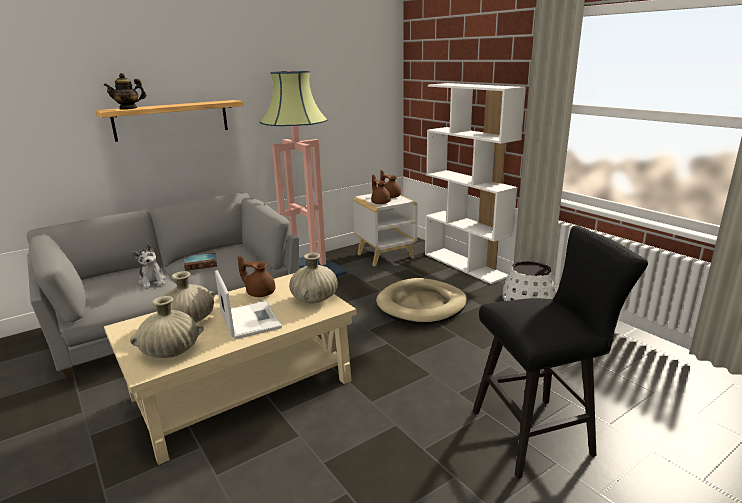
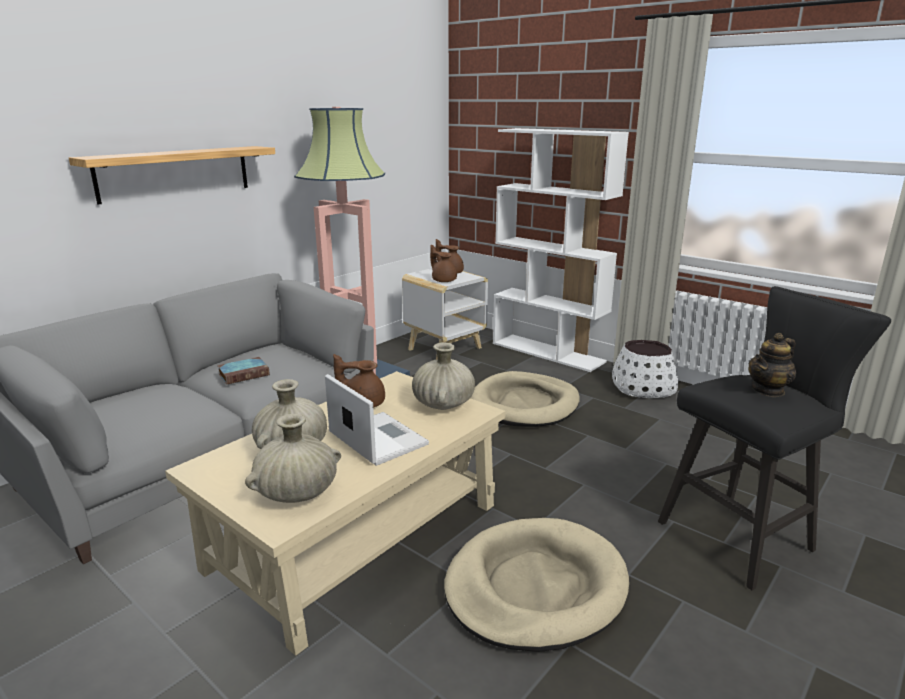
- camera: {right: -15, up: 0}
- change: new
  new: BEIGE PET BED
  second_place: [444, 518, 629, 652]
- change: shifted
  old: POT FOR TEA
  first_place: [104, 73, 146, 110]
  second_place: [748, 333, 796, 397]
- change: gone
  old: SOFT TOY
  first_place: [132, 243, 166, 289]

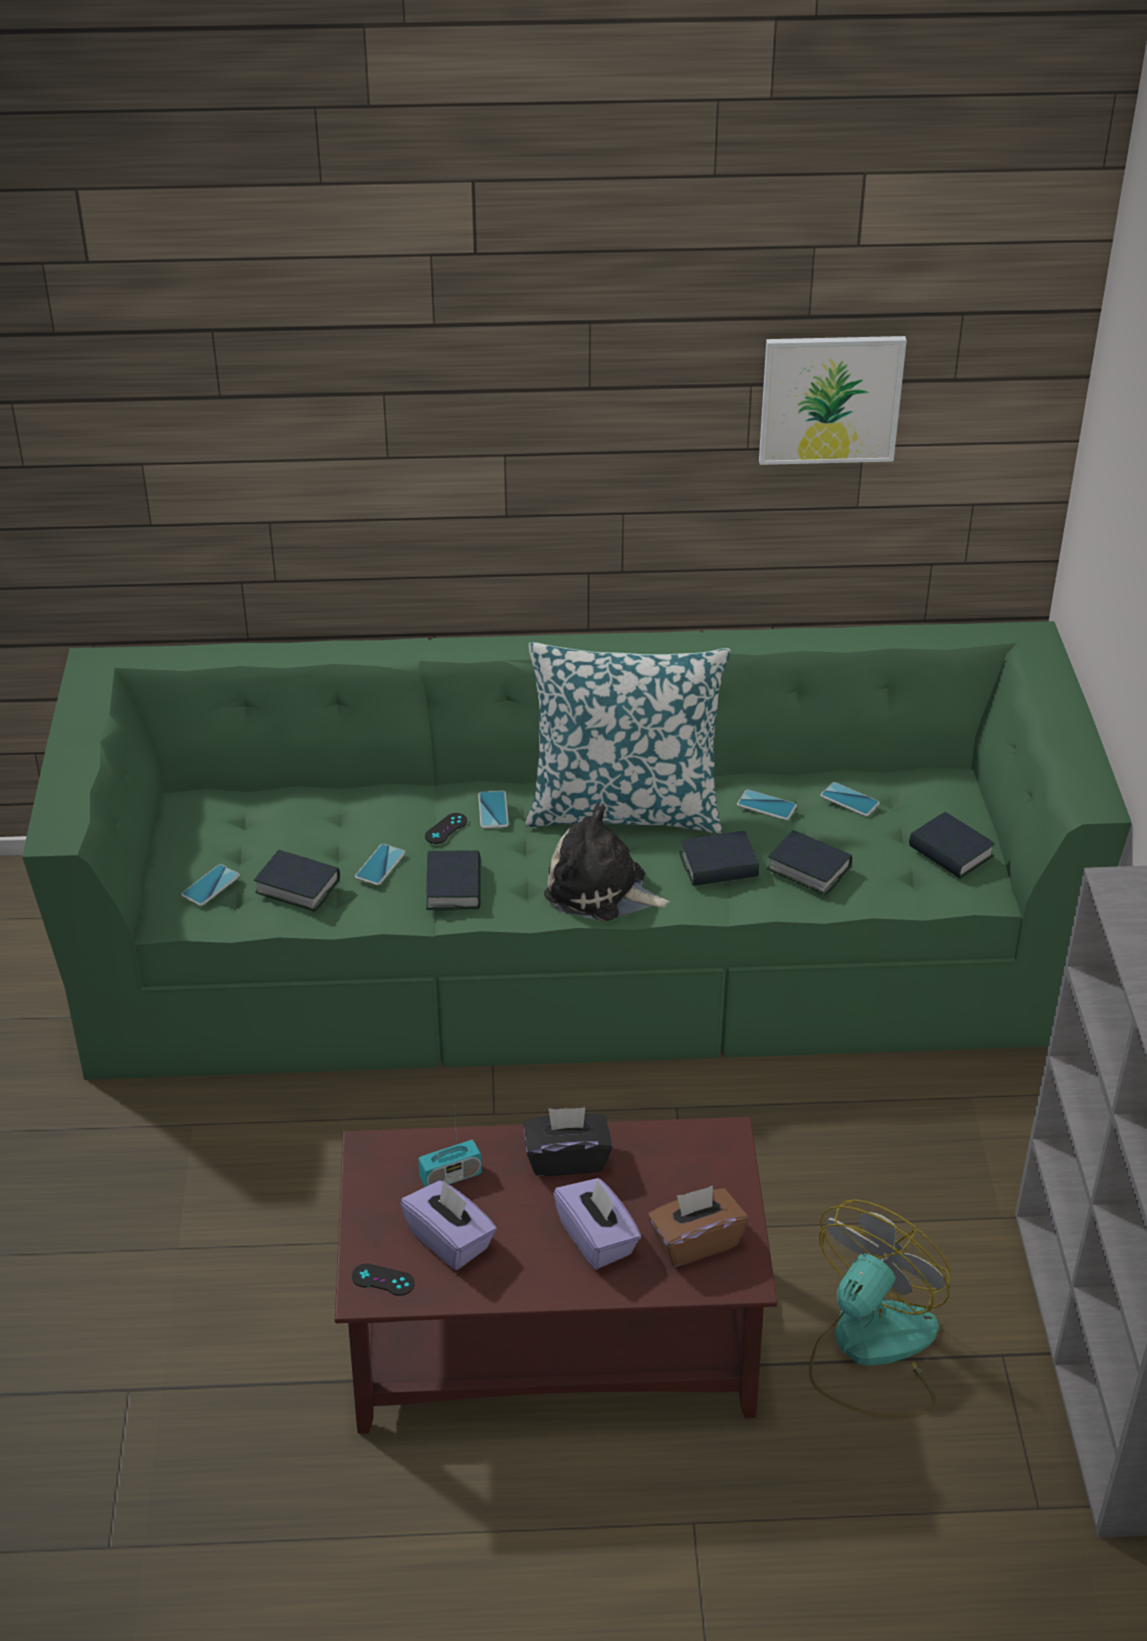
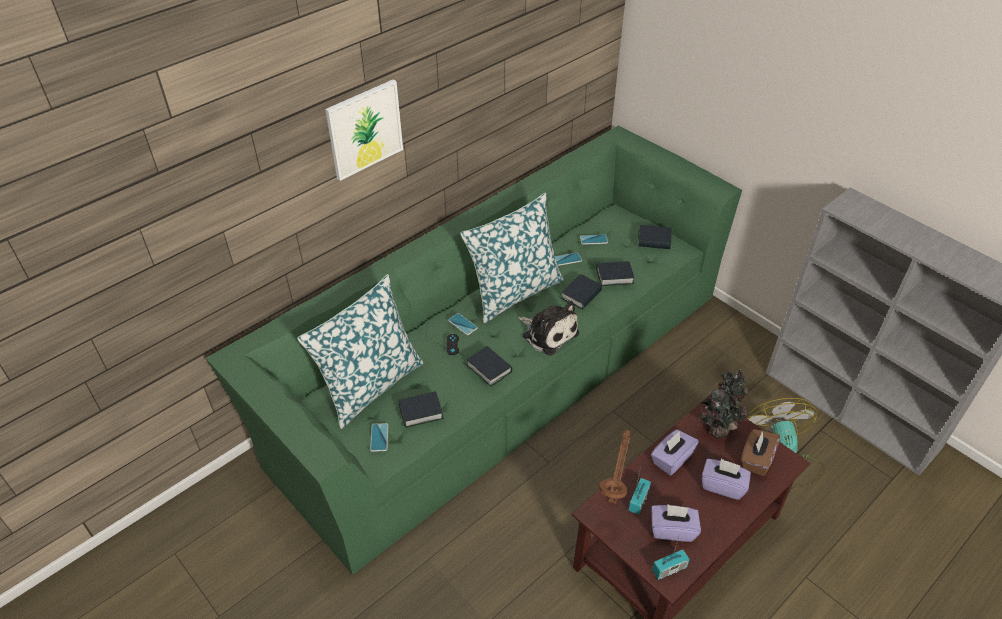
- camera: {right: -40, up: 5}
- change: new
  new: CUSHION
  second_place: [297, 274, 424, 429]
- change: shifted
  old: WALL ART
  first_place: [759, 336, 907, 465]
  second_place: [325, 79, 403, 181]
- change: rotated
  old: SOFT TOY
  first_place: [544, 803, 670, 921]
  second_place: [518, 301, 579, 356]
  degrees: -120
- change: new
  new: BROWN-COLOURED LAMP FOR A TABLE
  second_place: [599, 430, 632, 504]
- change: repainted
  old: BLACKISH TISSUE BOX
  new: PURPLE TISSUE BOX
  first_place: [524, 1107, 613, 1177]
  second_place: [651, 430, 699, 475]
- change: swapped
  old: BLACKISH GAME CONTROLLER
  new: RADIO RECEIVER
  first_place: [352, 1263, 415, 1296]
  second_place: [652, 537, 690, 580]
- change: new
  new: POTTED PLANT
  second_place: [699, 369, 750, 438]
- change: gone
  old: PHONE
  first_place: [355, 844, 406, 886]

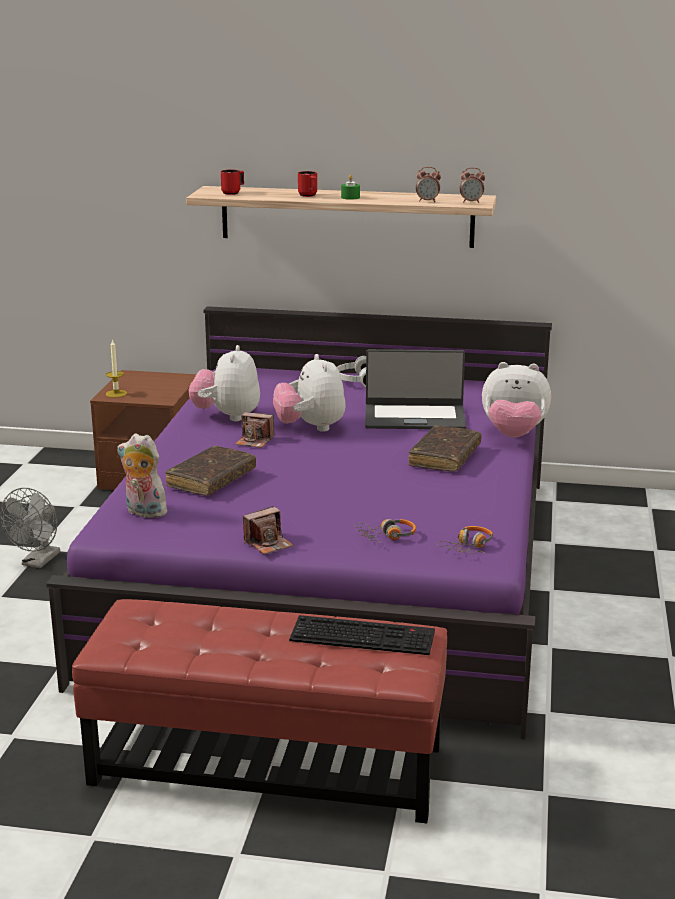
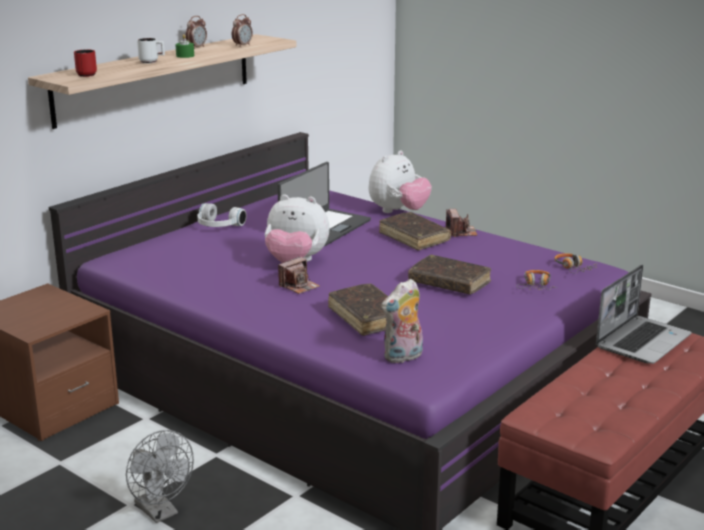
- camera: {right: -60, up: 0}
- change: repainted
  old: RED TEA MUG
  new: WHITE TEA MUG
  first_place: [298, 171, 317, 197]
  second_place: [137, 38, 165, 63]
- change: shifted
  old: BEDSIDE CLOCK
  first_place: [460, 167, 485, 203]
  second_place: [186, 16, 207, 49]
- change: new
  new: BROWN-COLOURED BOOK
  second_place: [408, 255, 491, 294]
- change: shifted
  old: STILL CAMERA
  first_place: [243, 506, 293, 554]
  second_place: [446, 209, 477, 237]
- change: swapped
  old: COMPUTER KEYBOARD
  new: NOTEBOOK COMPUTER
  first_place: [289, 615, 435, 655]
  second_place: [596, 265, 692, 364]
- change: gone
  old: WAX CANDLE
  first_place: [106, 339, 127, 398]
- change: gone
  old: SOFT TOY
  first_place: [189, 345, 260, 421]

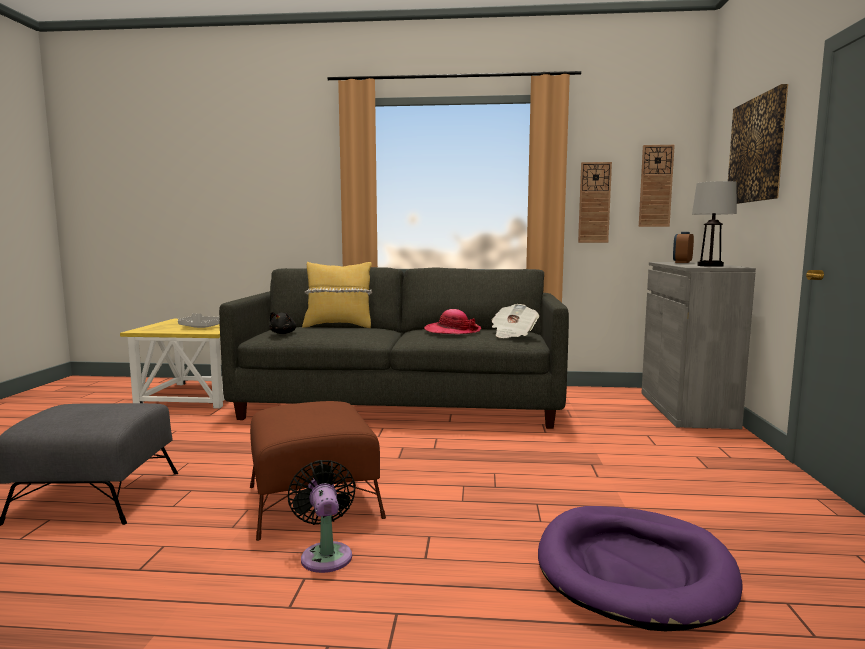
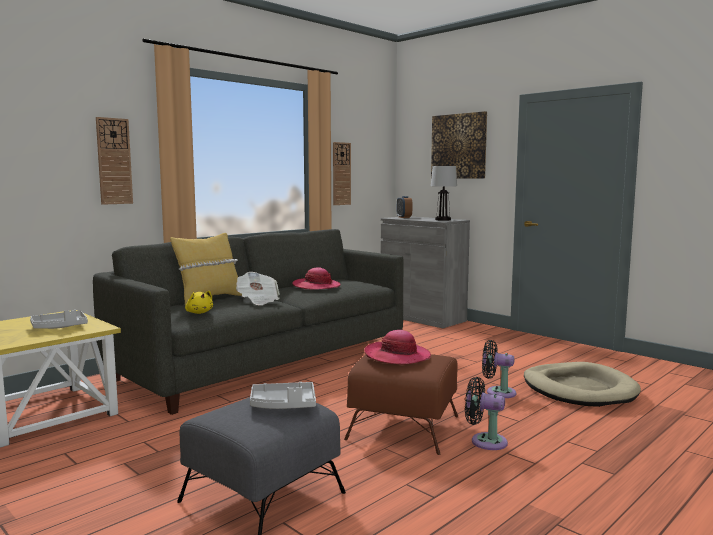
- camera: {right: -50, up: 0}
- change: shifted
  old: WALL CLOCK
  first_place: [639, 145, 675, 227]
  second_place: [96, 117, 133, 205]
- change: repainted
  old: BLACKISH SOFT TOY
  new: YELLOW-COLOURED SOFT TOY
  first_place: [269, 312, 296, 334]
  second_place: [185, 291, 213, 314]
- change: shifted
  old: DAILY PAPER
  first_place: [492, 304, 539, 338]
  second_place: [236, 272, 280, 305]
- change: new
  new: GRAY TRAY
  second_place: [250, 382, 316, 409]
- change: new
  new: CLOTHING HAT
  second_place: [364, 330, 431, 365]
- change: new
  new: BLACKISH ELECTRIC FAN
  second_place: [482, 340, 516, 398]
- change: repainted
  old: PURPLE PET BED
  new: BEIGE PET BED
  first_place: [538, 506, 743, 631]
  second_place: [524, 362, 641, 407]

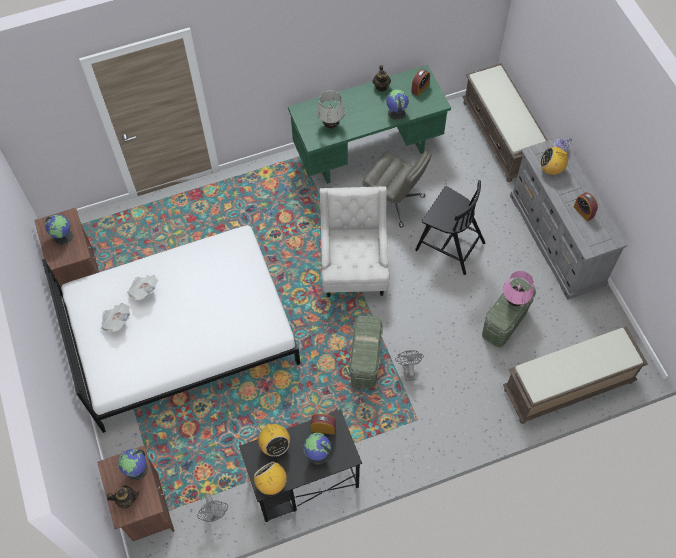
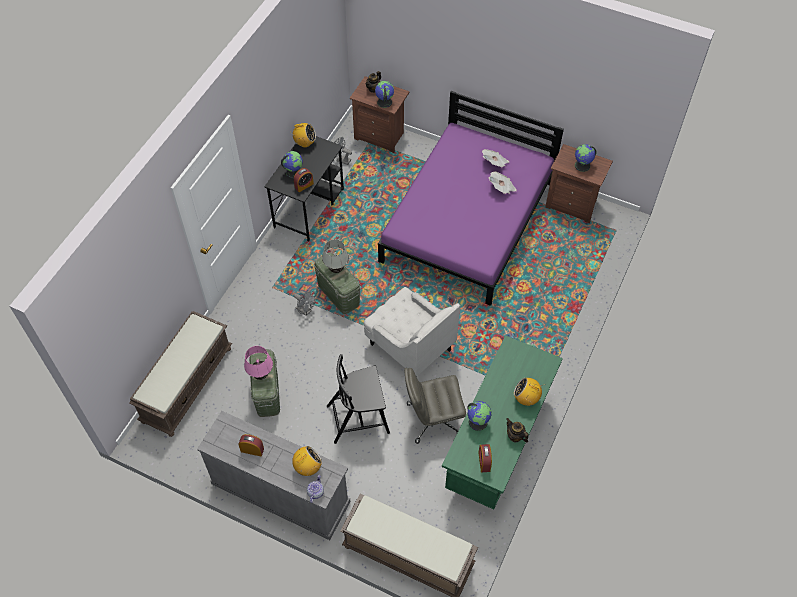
- camera: {right: 135, up: -5}
- change: shifted
  old: WHITE LAMP FOR A TABLE
  first_place: [316, 91, 345, 129]
  second_place: [322, 239, 349, 273]
- change: repainted
  old: WHITE SLEEPING BED
  new: PURPLE SLEEPING BED
  first_place: [42, 225, 300, 433]
  second_place: [378, 91, 564, 306]
- change: shifted
  old: RADIO RECEIVER
  first_place: [258, 424, 290, 457]
  second_place: [514, 378, 546, 406]

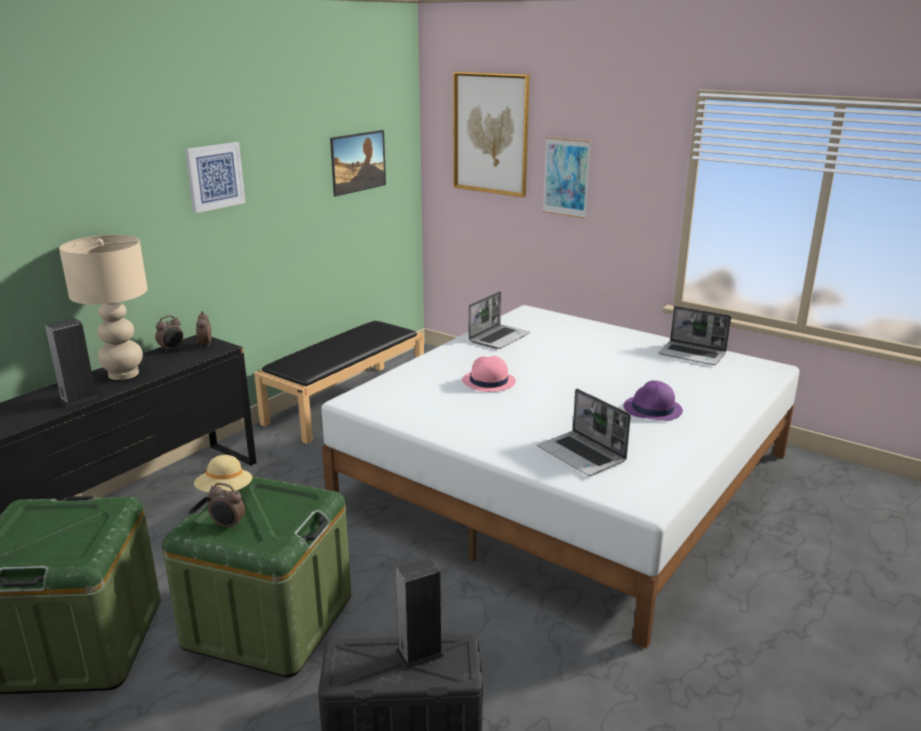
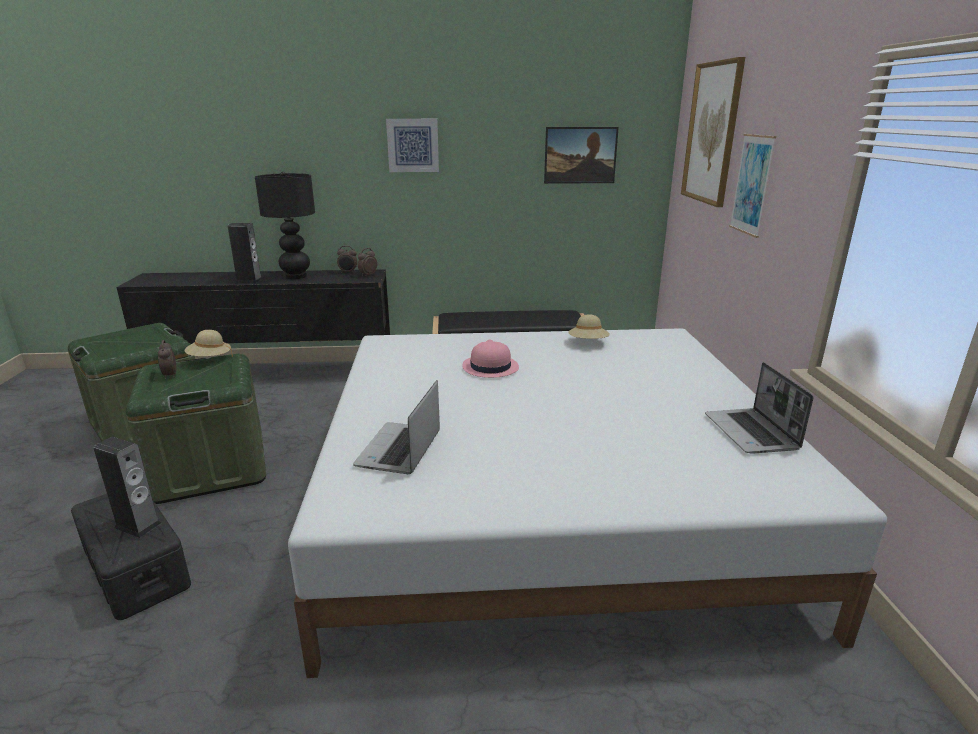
- camera: {right: 50, up: 0}
- change: repainted
  old: BEIGE LAMP FOR A TABLE
  new: BLACKISH LAMP FOR A TABLE
  first_place: [59, 235, 148, 380]
  second_place: [255, 172, 315, 279]
- change: swapped
  old: NOTEBOOK COMPUTER
  new: BEIGE CLOTHING HAT
  first_place: [468, 291, 530, 349]
  second_place: [568, 314, 610, 339]
- change: gone
  old: PURPLE CLOTHING HAT
  first_place: [623, 380, 683, 421]

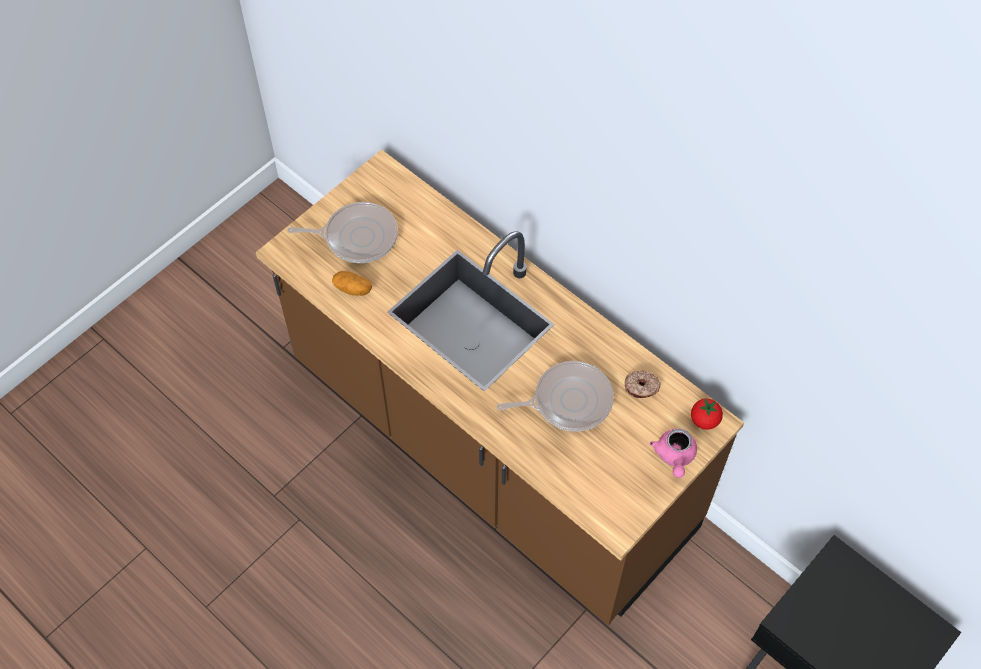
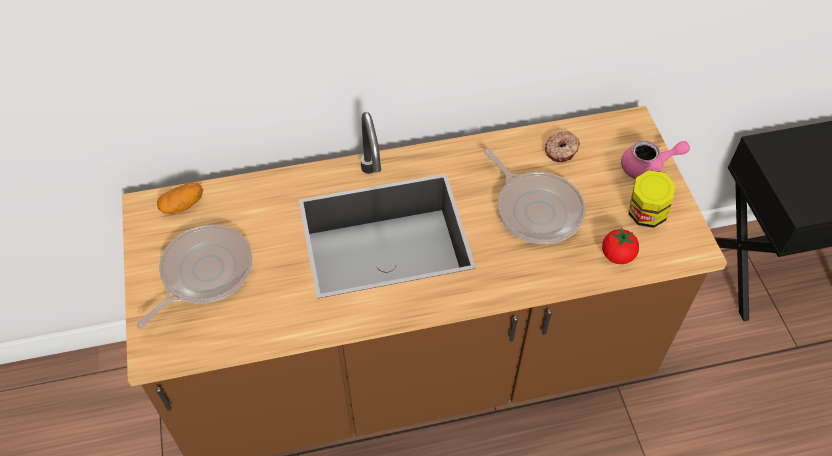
- camera: {right: -55, up: -5}
- change: shifted
  old: POTATO
  first_place: [332, 271, 372, 296]
  second_place: [157, 182, 203, 214]
- change: rotated
  old: PAN
  first_place: [497, 361, 614, 432]
  second_place: [484, 149, 586, 244]
  degrees: 120
- change: shifted
  old: WHOLE TOMATO
  first_place: [691, 398, 723, 430]
  second_place: [602, 228, 639, 264]
- change: rotated
  old: PINK-COLOURED POT FOR TEA
  first_place: [650, 428, 697, 478]
  second_place: [621, 141, 690, 179]
  degrees: -45
- change: new
  new: PRESERVE JAR
  second_place: [629, 170, 675, 228]

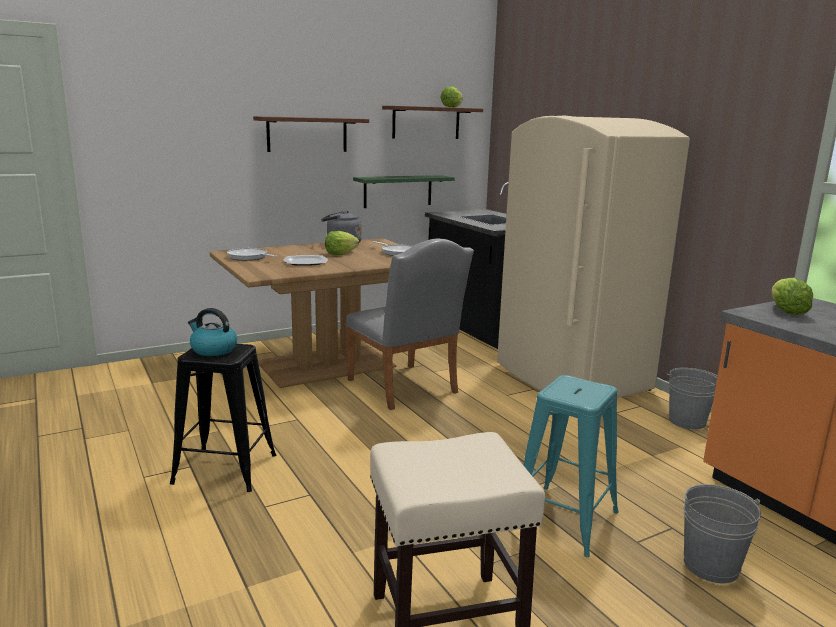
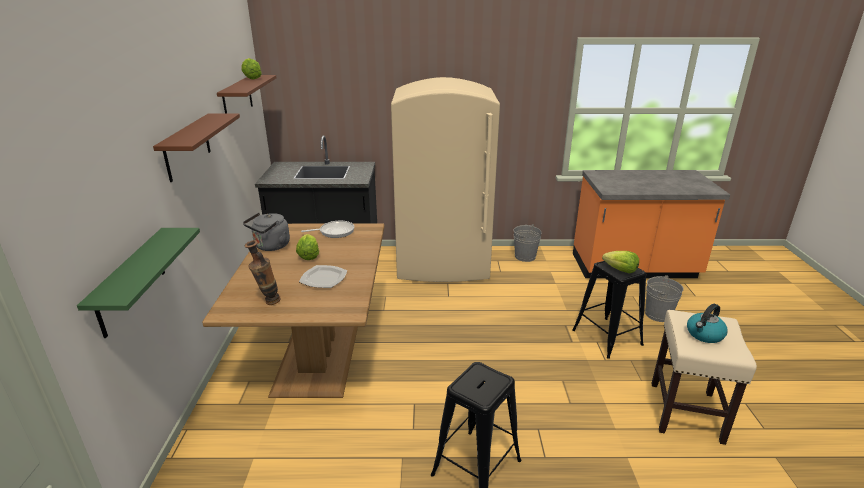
- camera: {right: -60, up: 10}
- change: shifted
  old: GREENISH WALL SHELF
  first_place: [353, 175, 455, 208]
  second_place: [77, 228, 200, 338]
- change: swapped
  old: PAN
  new: VASE
  first_place: [227, 248, 277, 261]
  second_place: [244, 240, 281, 305]
- change: repainted
  old: TURQUOISE-COLOURED STOOL
  new: BLACKISH STOOL
  first_place: [524, 375, 619, 557]
  second_place: [572, 261, 646, 359]
- change: shifted
  old: HEAD OF LETTUCE
  first_place: [772, 277, 813, 315]
  second_place: [602, 251, 639, 273]
- change: shifted
  old: KETTLE
  first_place: [188, 308, 237, 356]
  second_place: [687, 304, 728, 343]
- change: gone
  old: GRAY UPRIGHT CHAIR
  first_place: [345, 239, 474, 410]

